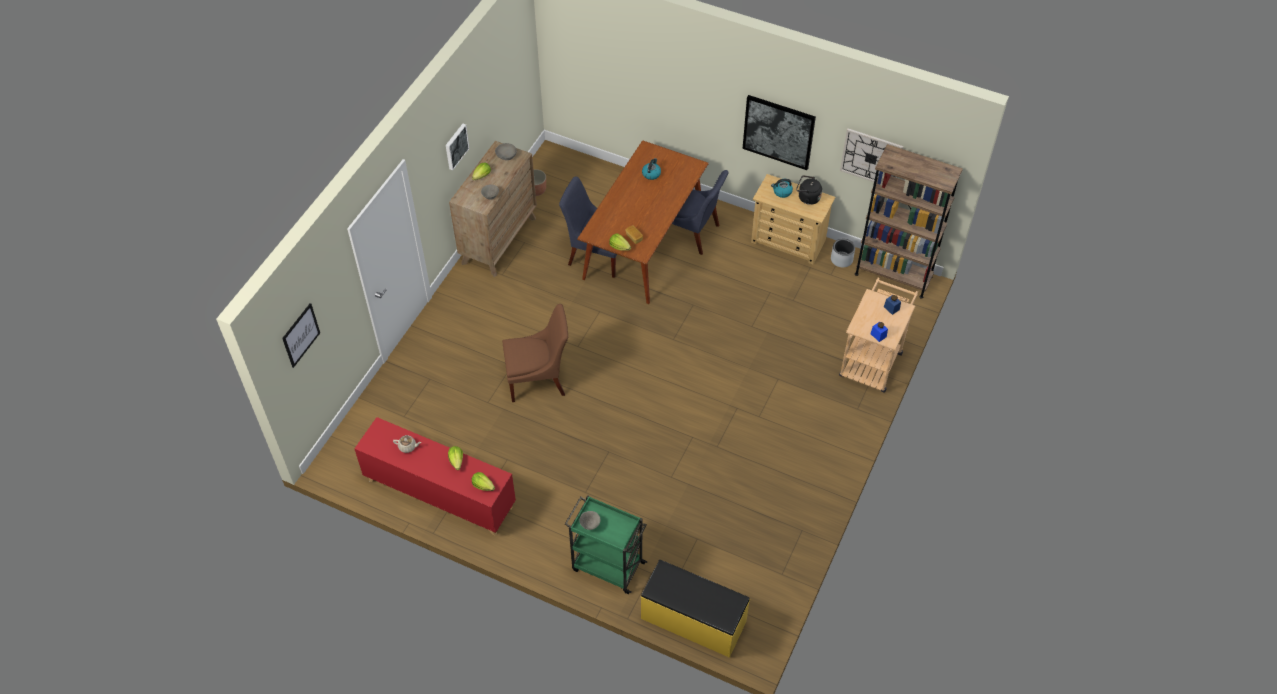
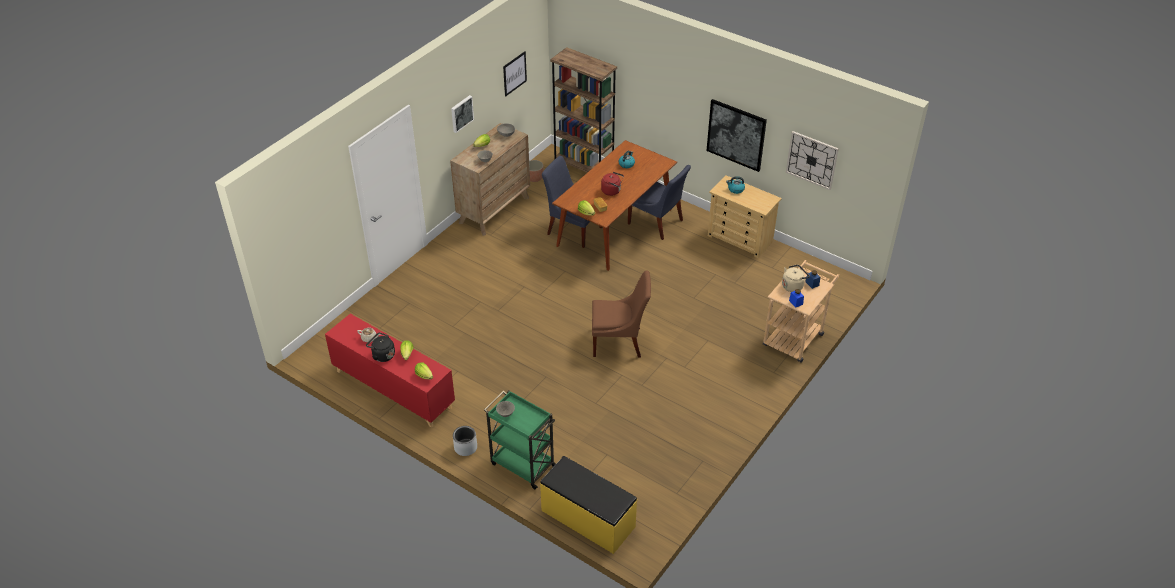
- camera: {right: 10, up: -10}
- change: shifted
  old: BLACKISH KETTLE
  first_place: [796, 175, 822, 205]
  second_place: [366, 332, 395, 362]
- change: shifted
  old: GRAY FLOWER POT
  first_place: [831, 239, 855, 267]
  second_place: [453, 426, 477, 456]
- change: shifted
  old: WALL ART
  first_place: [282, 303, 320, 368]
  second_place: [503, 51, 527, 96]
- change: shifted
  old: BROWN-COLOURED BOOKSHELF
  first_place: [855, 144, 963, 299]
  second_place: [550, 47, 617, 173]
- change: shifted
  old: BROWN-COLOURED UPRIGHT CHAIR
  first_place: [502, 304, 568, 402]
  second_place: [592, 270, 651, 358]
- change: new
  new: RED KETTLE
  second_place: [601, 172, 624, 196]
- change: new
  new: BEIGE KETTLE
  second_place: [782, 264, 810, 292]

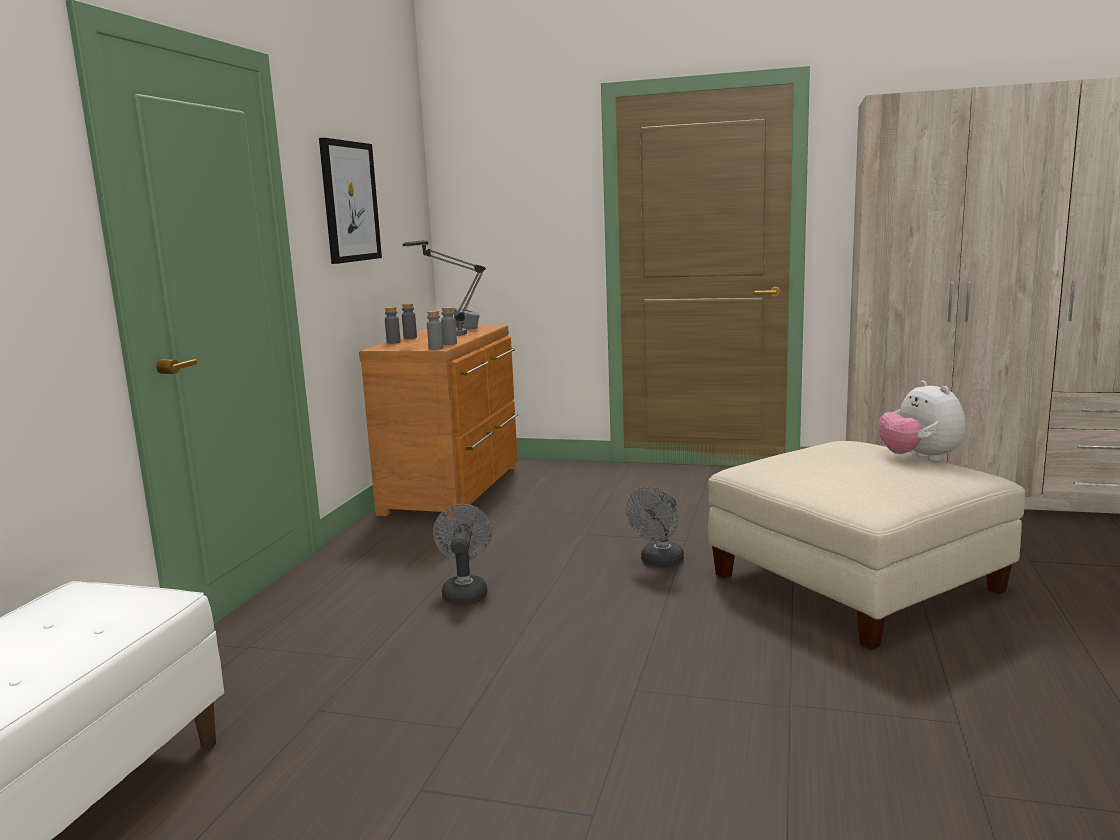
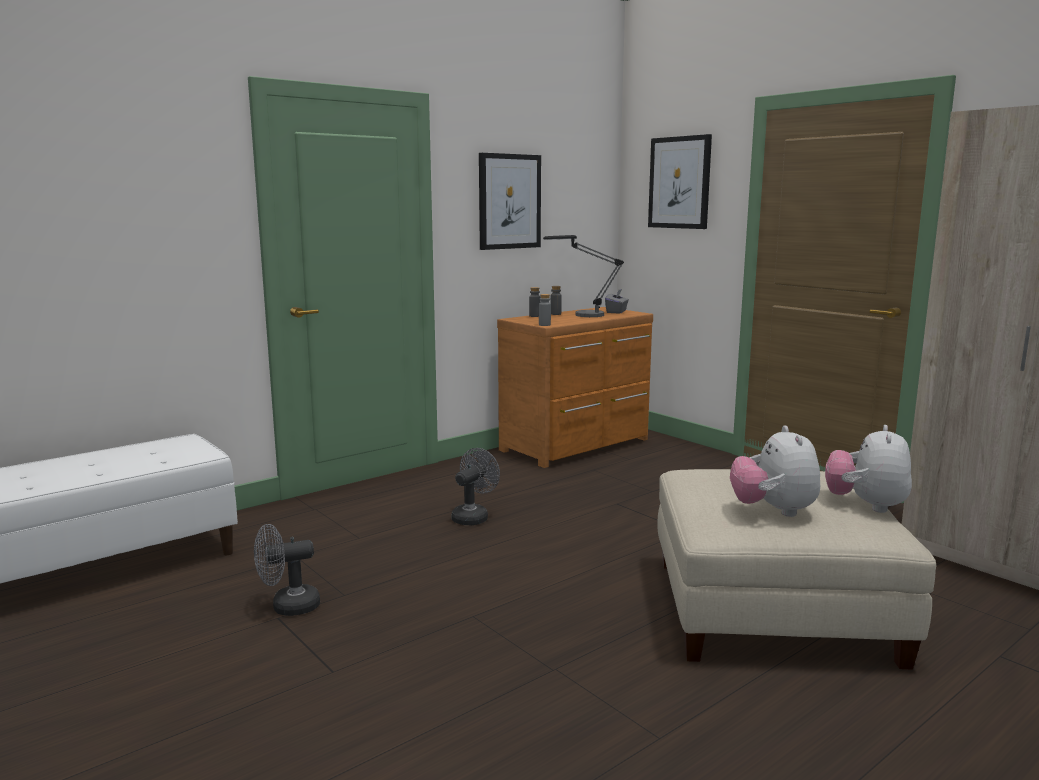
- camera: {right: 35, up: 0}
- change: shifted
  old: GRAY ELECTRIC FAN
  first_place: [626, 486, 684, 567]
  second_place: [254, 524, 320, 616]
- change: new
  new: WALL ART
  second_place: [648, 134, 712, 229]
- change: new
  new: SOFT TOY
  second_place: [730, 426, 820, 517]
- change: gone
  old: GRAY DRINK BOTTLE
  first_place: [441, 307, 457, 345]

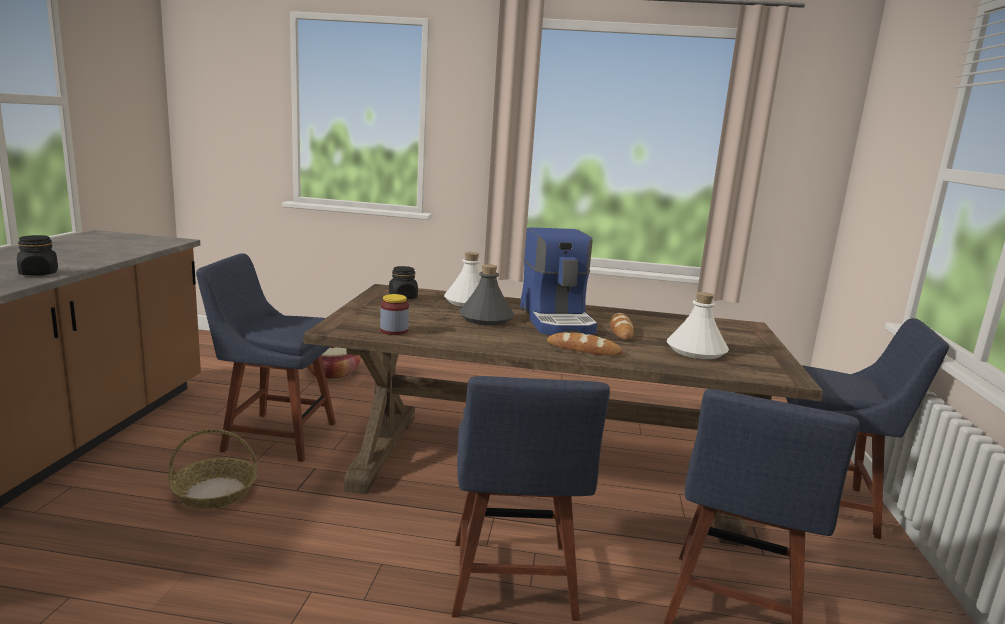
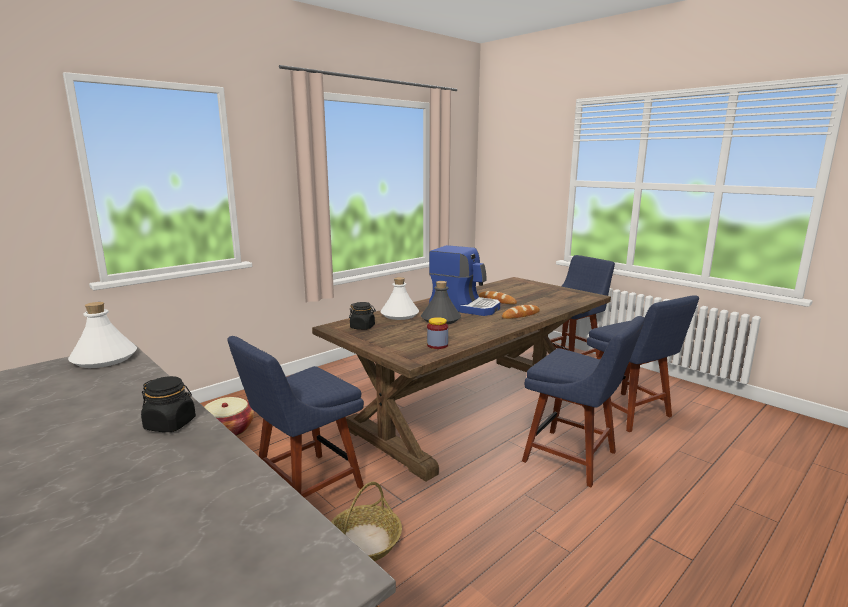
- camera: {right: -50, up: 0}
- change: shifted
  old: WHITE DRINK BOTTLE
  first_place: [667, 292, 729, 359]
  second_place: [68, 302, 137, 368]

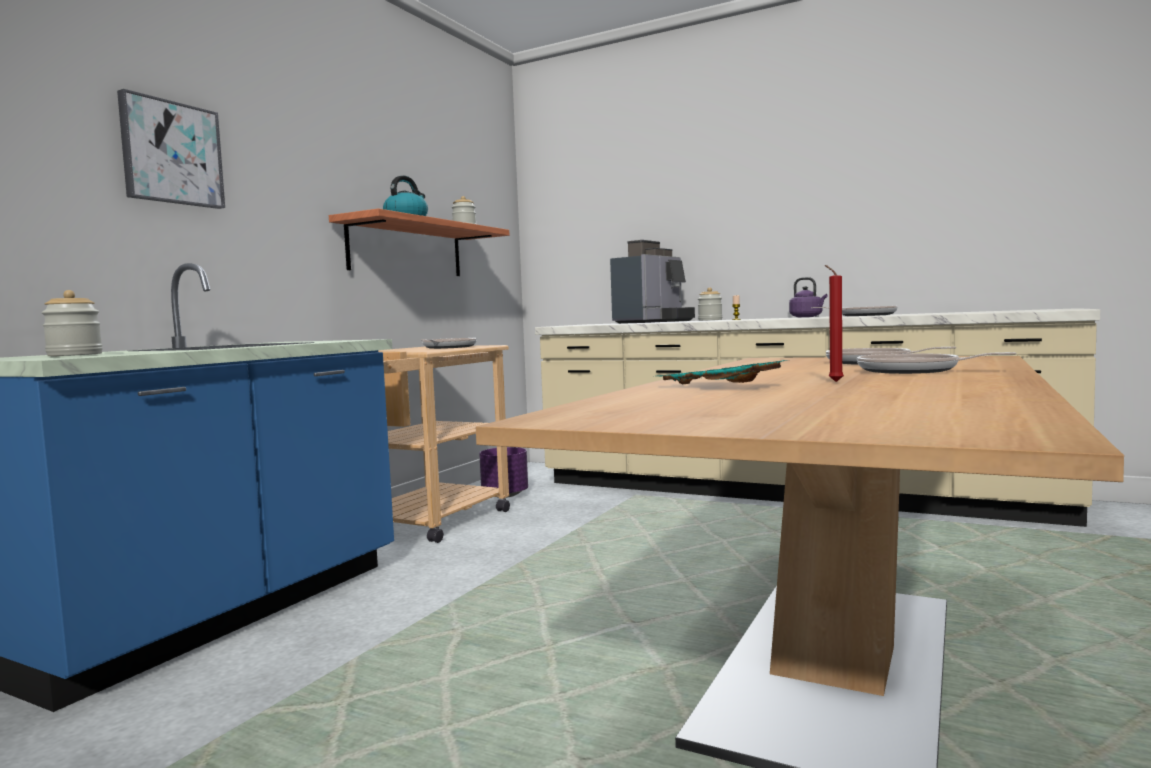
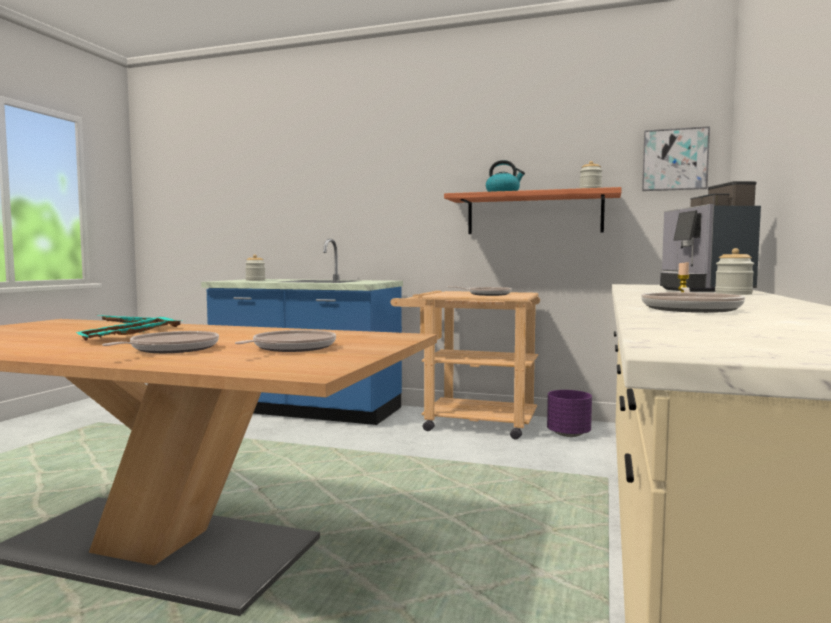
- camera: {right: 80, up: 0}
- change: swapped
  old: RED WAX CANDLE
  new: TURQUOISE-COLOURED TRAY
  first_place: [825, 265, 844, 382]
  second_place: [75, 317, 174, 341]
- change: shifted
  old: WALL ART
  first_place: [117, 89, 225, 209]
  second_place: [642, 126, 710, 191]
- change: rotated
  old: COFFEE MAKER
  first_place: [610, 240, 695, 324]
  second_place: [660, 181, 761, 292]
  degrees: 60
- change: gone
  old: PURPLE KETTLE
  first_place: [789, 277, 827, 317]

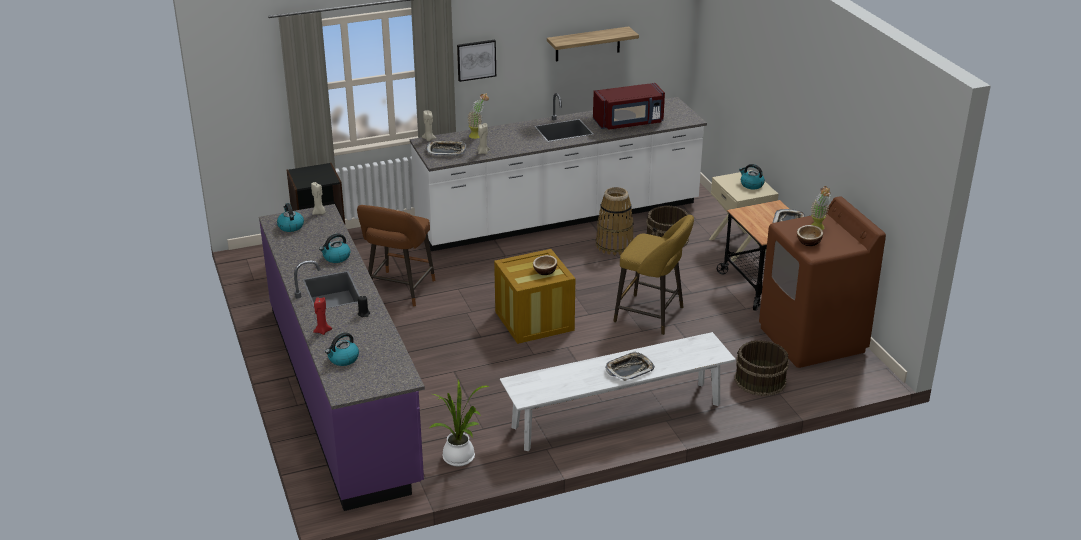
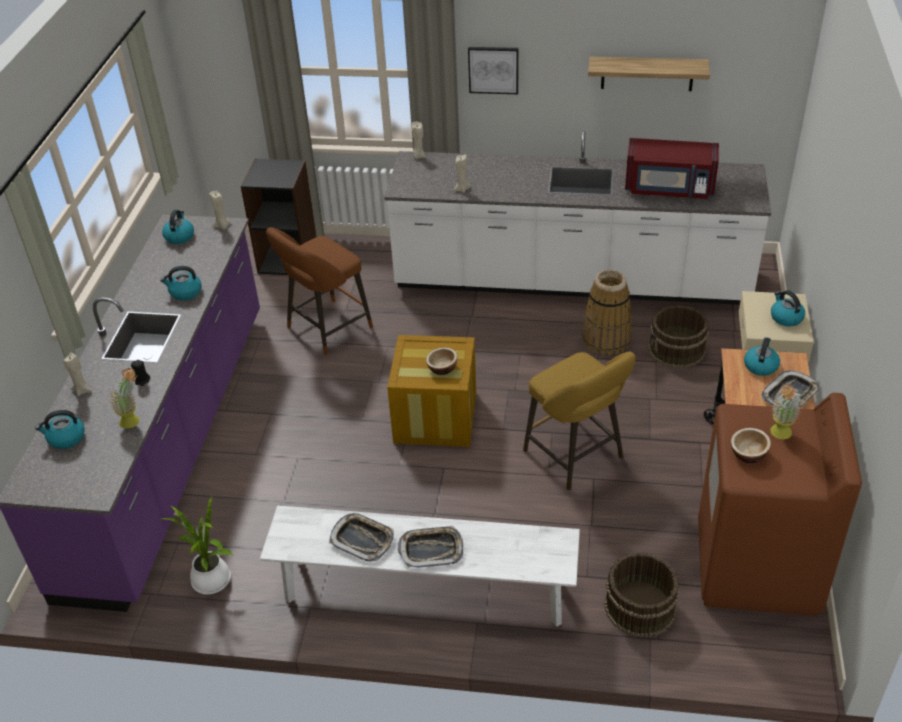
- camera: {right: 30, up: 10}
- change: repainted
  old: RED WAX CANDLE
  new: BEIGE WAX CANDLE
  first_place: [313, 297, 332, 335]
  second_place: [63, 353, 92, 396]
- change: shifted
  old: POTTED PLANT
  first_place: [468, 93, 489, 139]
  second_place: [109, 368, 139, 429]
- change: shifted
  old: TRAY
  first_place: [426, 141, 466, 156]
  second_place: [329, 513, 394, 562]
- change: new
  new: KETTLE
  second_place: [744, 337, 780, 376]

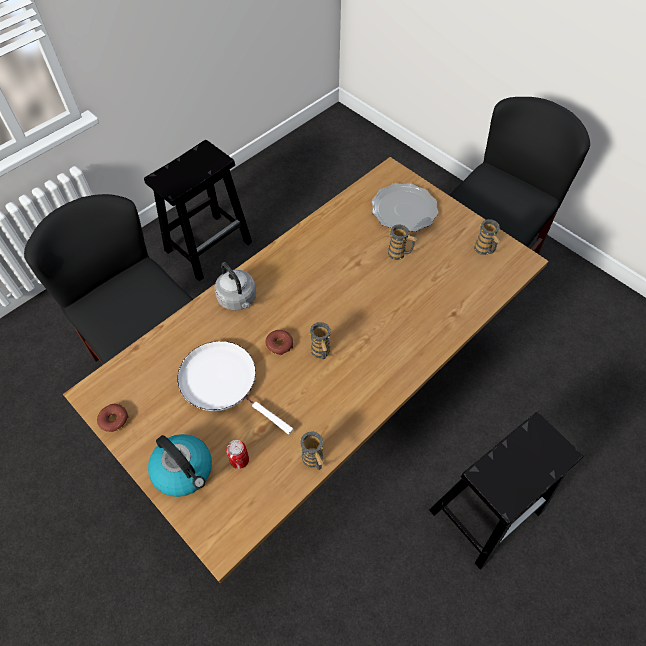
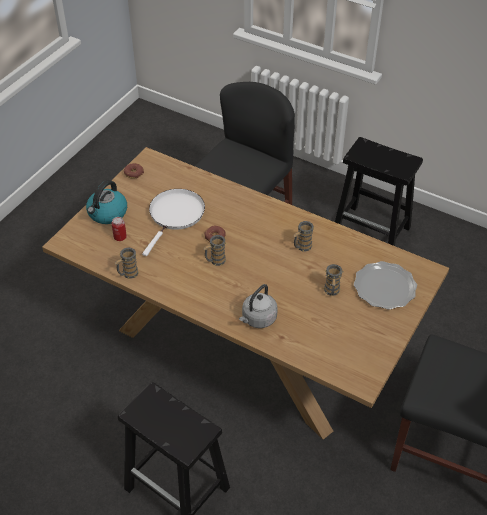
- camera: {right: 75, up: -10}
- change: shifted
  old: GRAY KETTLE
  first_place: [215, 262, 256, 311]
  second_place: [239, 284, 278, 328]
- change: shifted
  old: TEA MUG
  first_place: [473, 219, 500, 255]
  second_place: [293, 221, 315, 251]

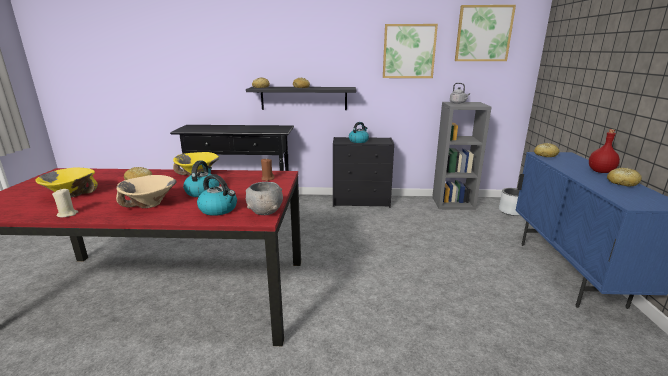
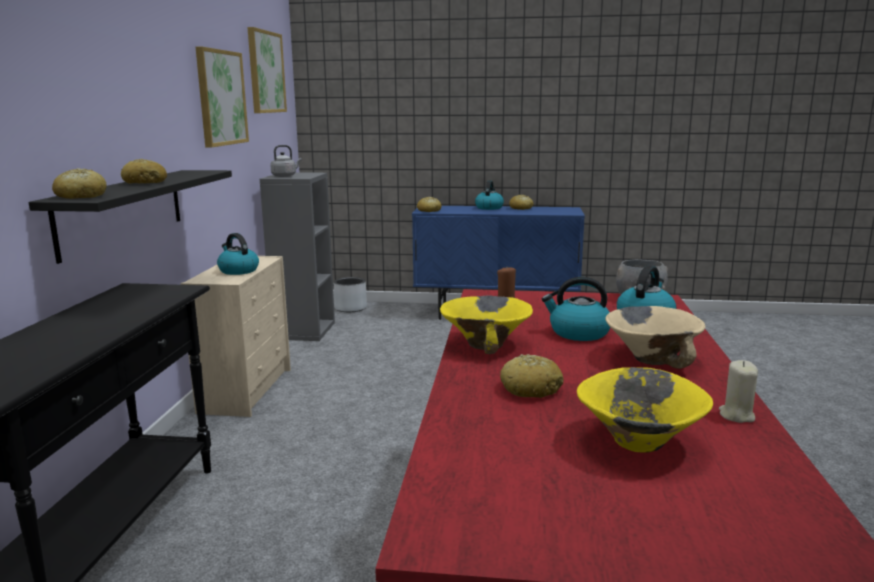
- camera: {right: -85, up: -5}
- change: repainted
  old: BLACKISH DRAWER CHEST
  new: BEIGE DRAWER CHEST
  first_place: [333, 137, 394, 208]
  second_place: [180, 256, 291, 417]
- change: swapped
  old: RED DRINK BOTTLE
  new: KETTLE
  first_place: [589, 129, 620, 173]
  second_place: [475, 180, 504, 210]

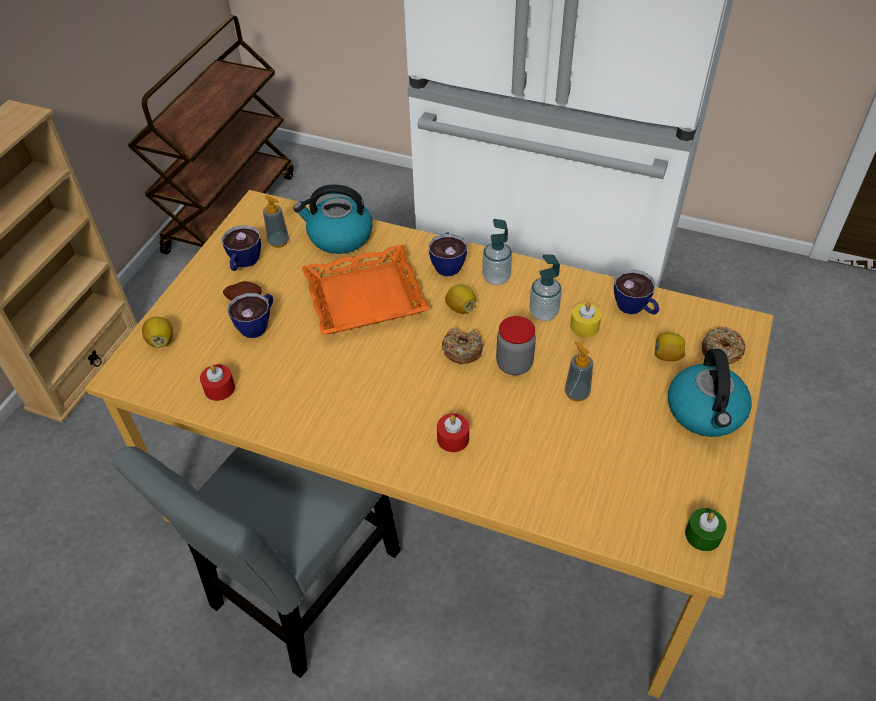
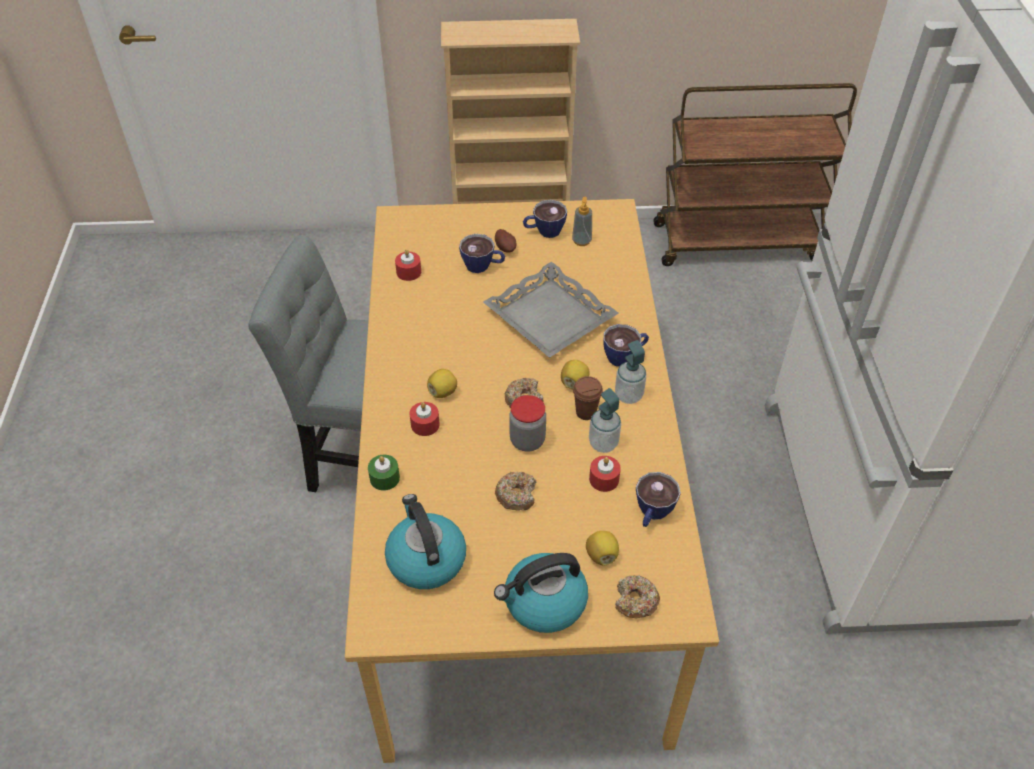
- camera: {right: 65, up: 0}
- change: shifted
  old: GREENISH WAX CANDLE
  first_place: [685, 508, 727, 551]
  second_place: [368, 455, 400, 491]
- change: shifted
  old: KETTLE
  first_place: [293, 184, 373, 254]
  second_place: [385, 494, 466, 589]
- change: shifted
  old: LEMON
  first_place: [142, 317, 173, 348]
  second_place: [427, 369, 457, 398]
- change: repainted
  old: ORANGE TRAY
  new: GRAY TRAY
  first_place: [302, 244, 430, 335]
  second_place: [483, 262, 619, 358]
- change: swapped
  old: SOAP BOTTLE
  new: RING DOUGHNUT
  first_place: [565, 341, 593, 402]
  second_place: [495, 472, 536, 511]
- change: new
  new: BROWN-COLOURED CUP
  second_place: [573, 376, 603, 420]
- change: repainted
  old: YELLOW-COLOURED WAX CANDLE
  new: RED WAX CANDLE
  first_place: [570, 302, 602, 337]
  second_place: [589, 456, 621, 492]

